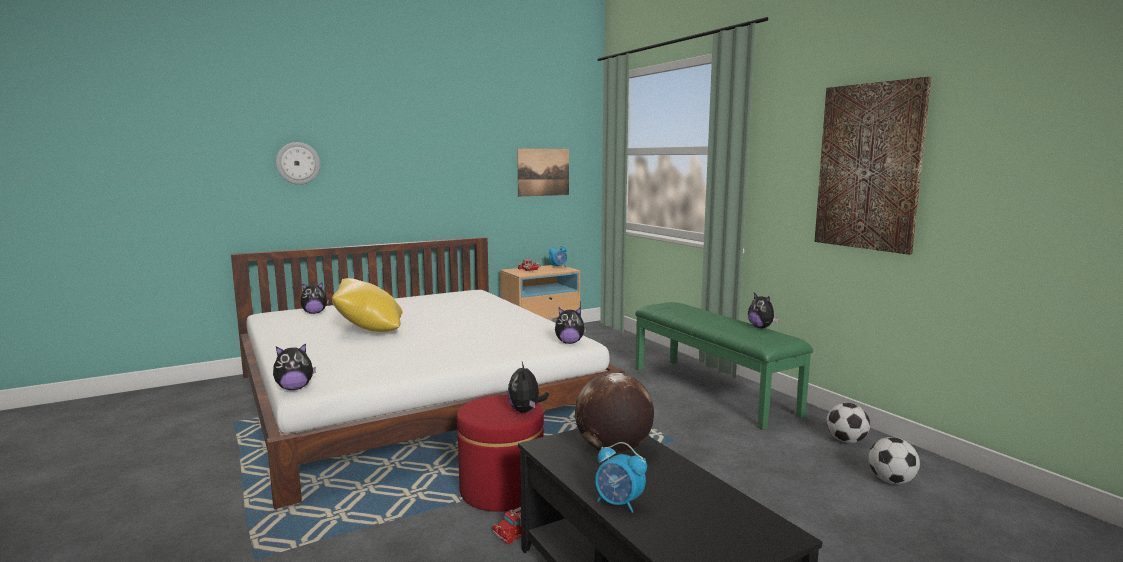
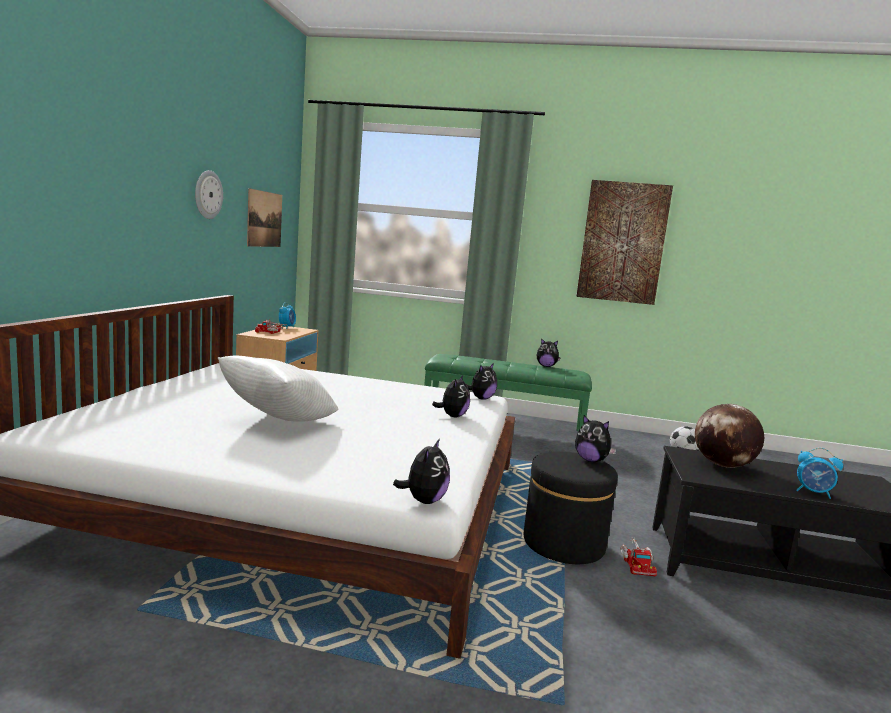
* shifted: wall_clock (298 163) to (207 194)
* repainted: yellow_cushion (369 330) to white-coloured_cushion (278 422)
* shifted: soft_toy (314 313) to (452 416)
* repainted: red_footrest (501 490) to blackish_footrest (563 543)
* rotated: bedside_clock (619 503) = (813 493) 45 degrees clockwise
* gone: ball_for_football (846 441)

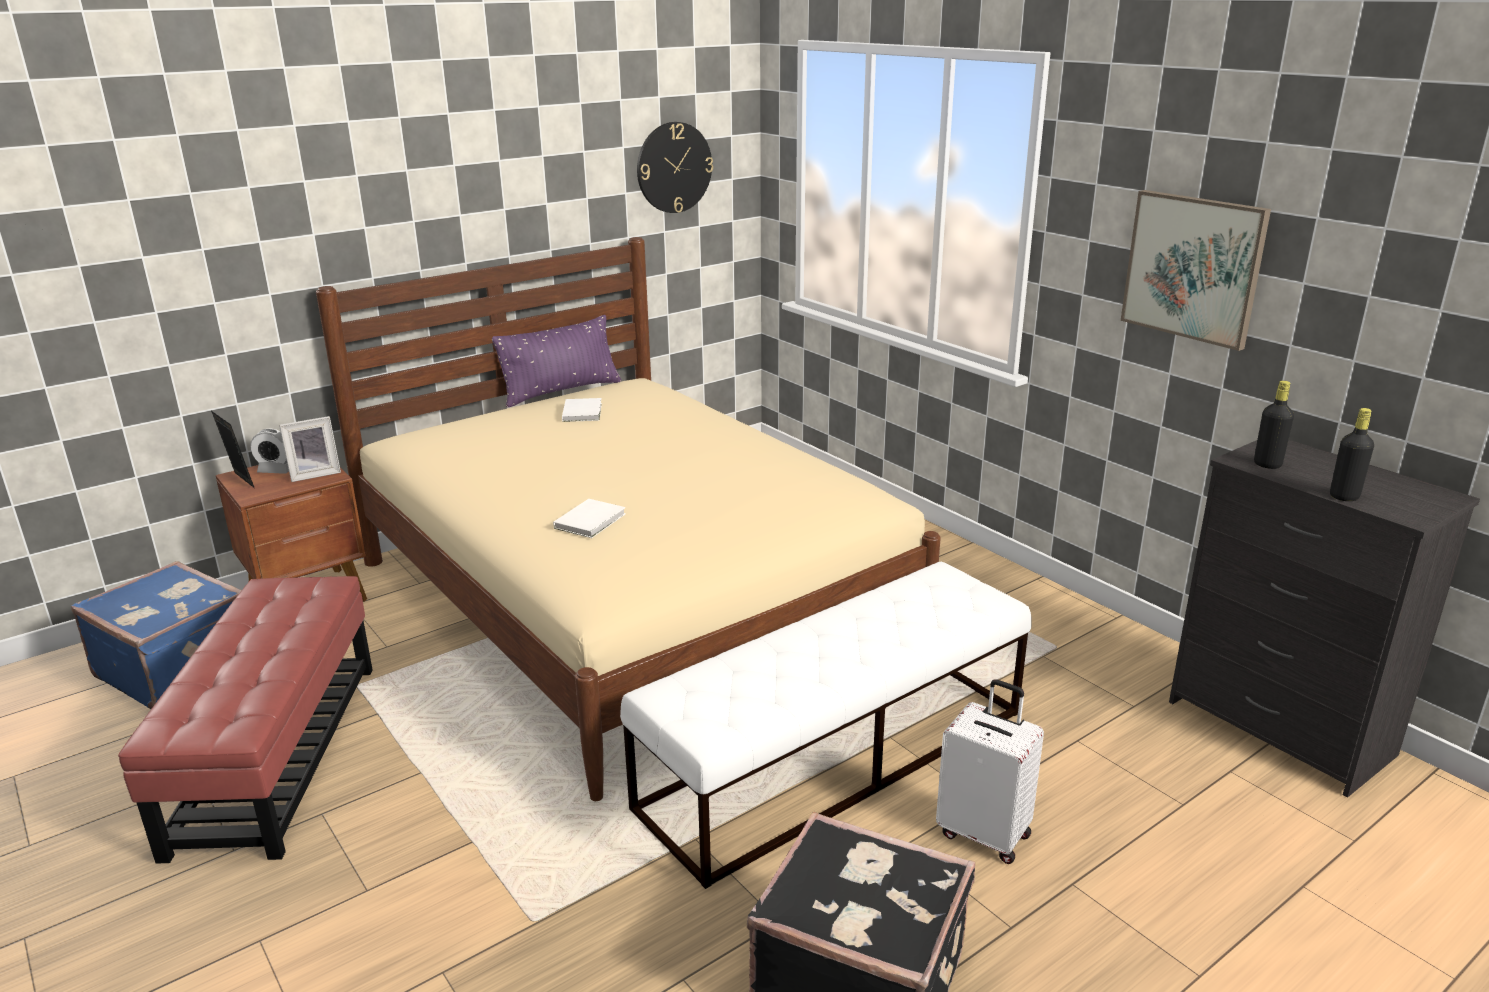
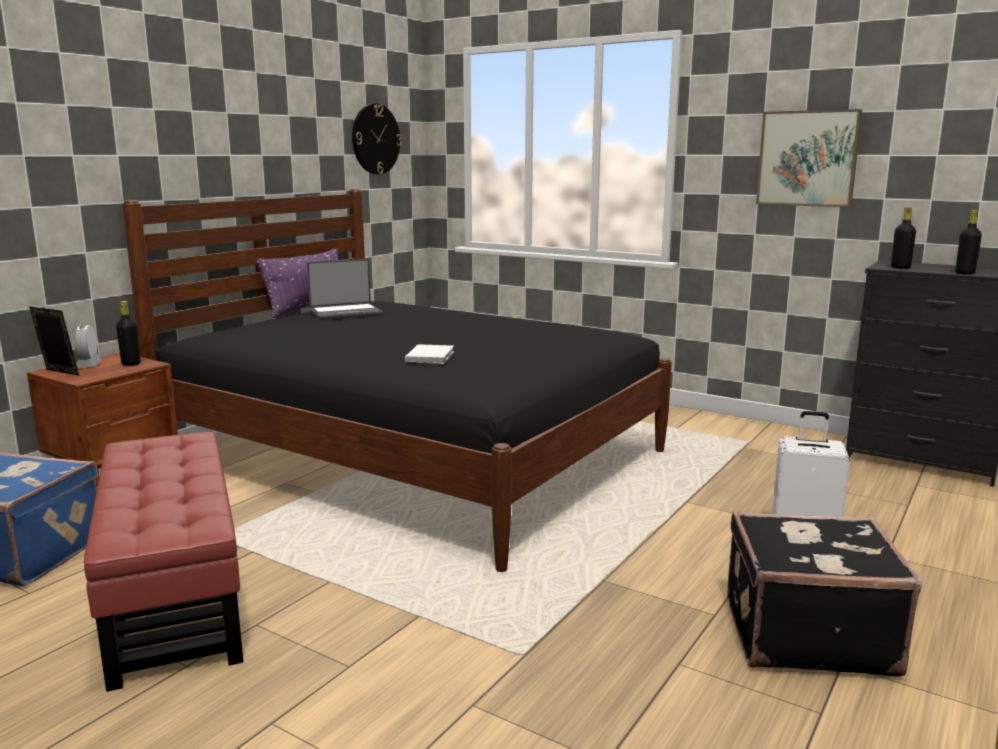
* rotated: bedside_clock (276 470) = (89 365) 90 degrees clockwise
* swapped: standing_frame (315 474) to blackish_drink_bottle (131 364)
* repainted: sand-coloured_bed (629 601) to blackish_bed (414 457)
* swapped: white-coloured_book (583 412) to laptop (345 313)
* gone: white-coloured_indoor_bench (836 758)

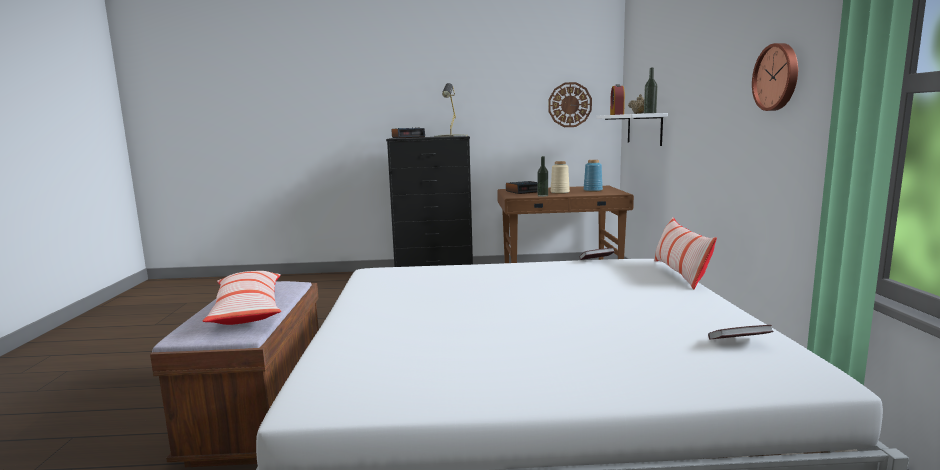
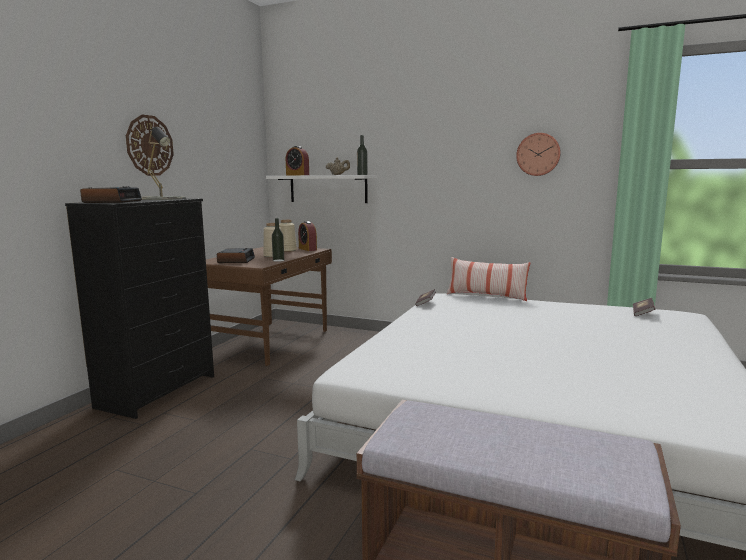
* shifted: wall_clock (569 105) to (149 145)
* repainted: blue_flower_vase (592 190) to sand-coloured_flower_vase (287 250)
* new: bedside_clock (307 249)
* gone: cushion (248 310)

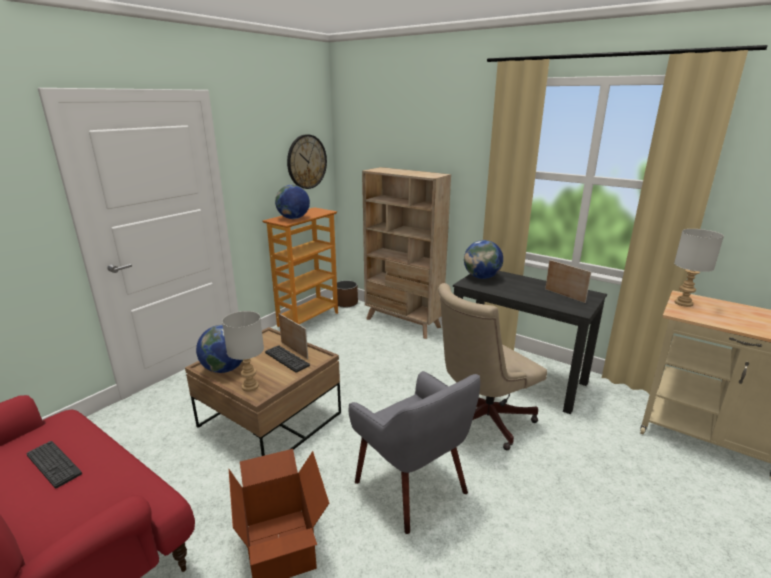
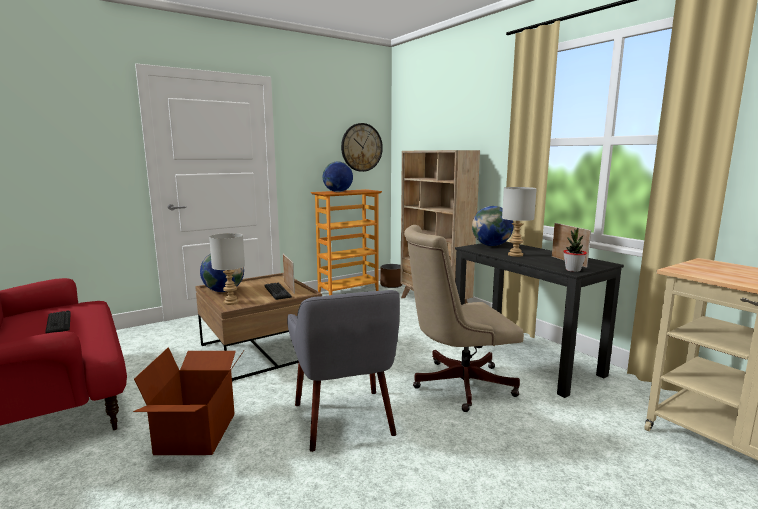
* shifted: greyish_tabletop_lamp (682 303) to (514 255)
* new: houseplant (573 270)

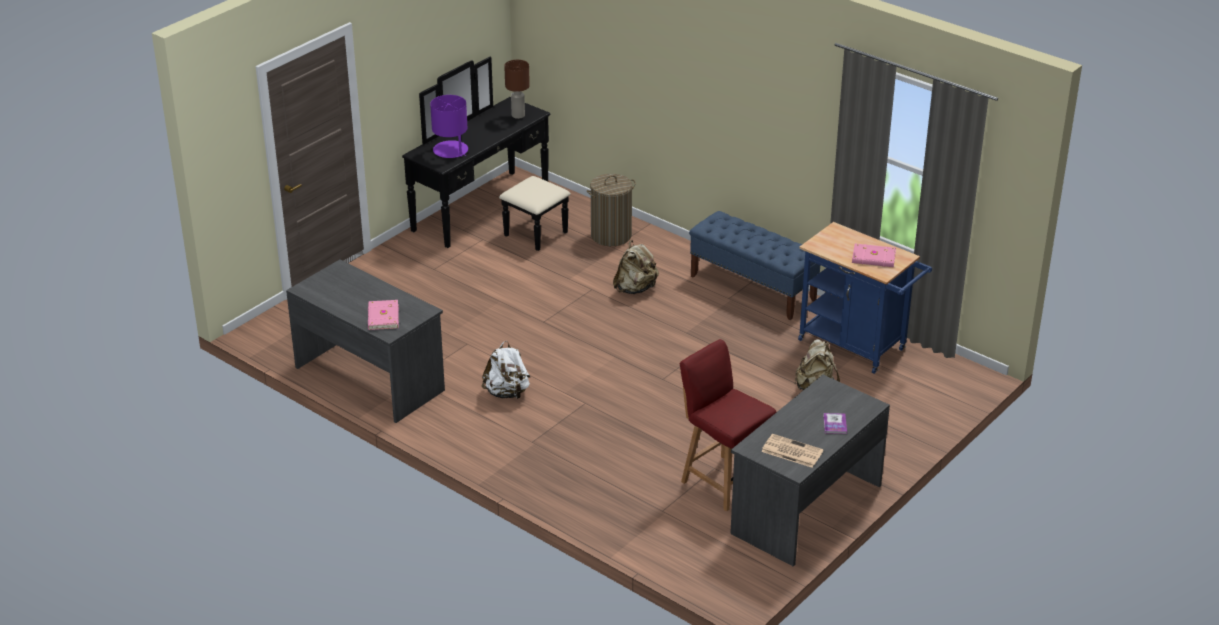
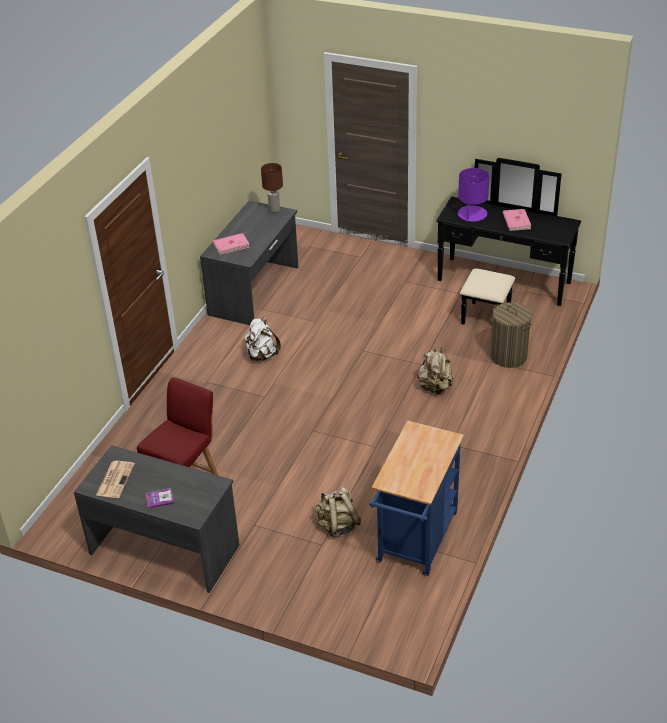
* shifted: brownish_tabletop_lamp (517 115) to (274 209)
* shifted: pinkish_book (874 258) to (516 221)
* gone: blue_indoor_bench (753 288)

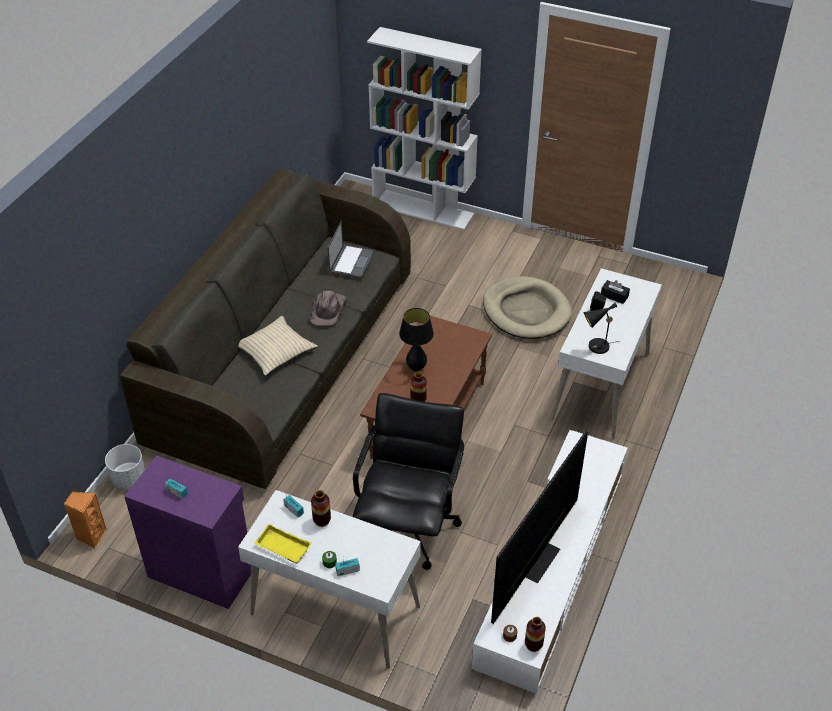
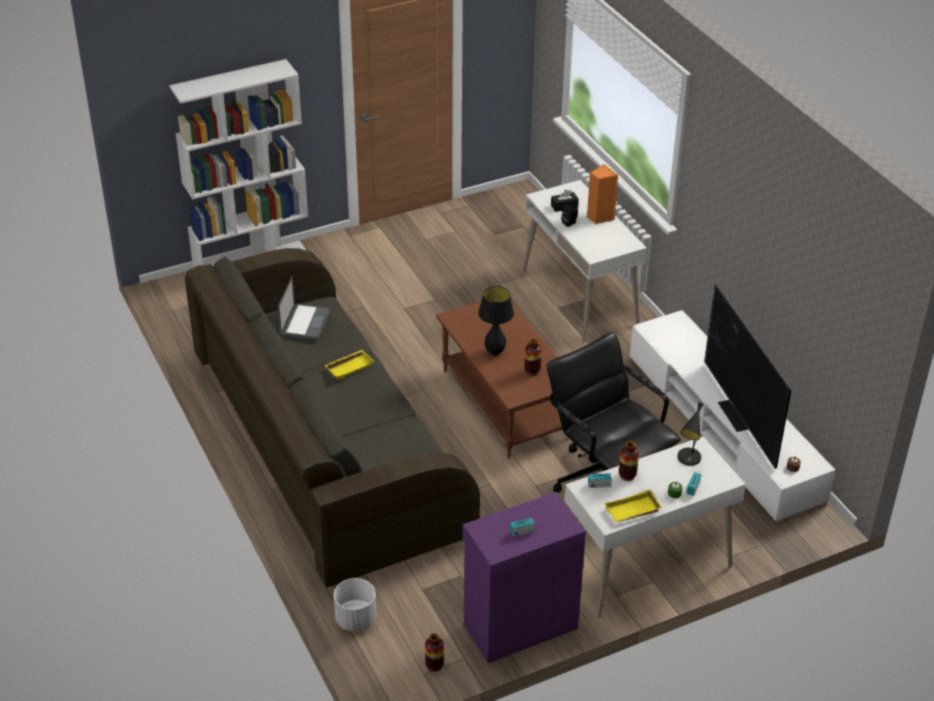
* rotated: laptop (352 261) = (305 321) 45 degrees clockwise
* swapped: brownish_hat (328 310) to yellow_tray (349 366)
* shifted: flower_vase (533 645) to (434 665)
* shifted: orangey_loudspeaker (91 536) to (599 217)
* shifted: blackish_tabletop_lamp (596 348) to (689 460)
* gone: sand-coloured_cushion (275 351)
* gone: sand-coloured_dog_bed (526 311)

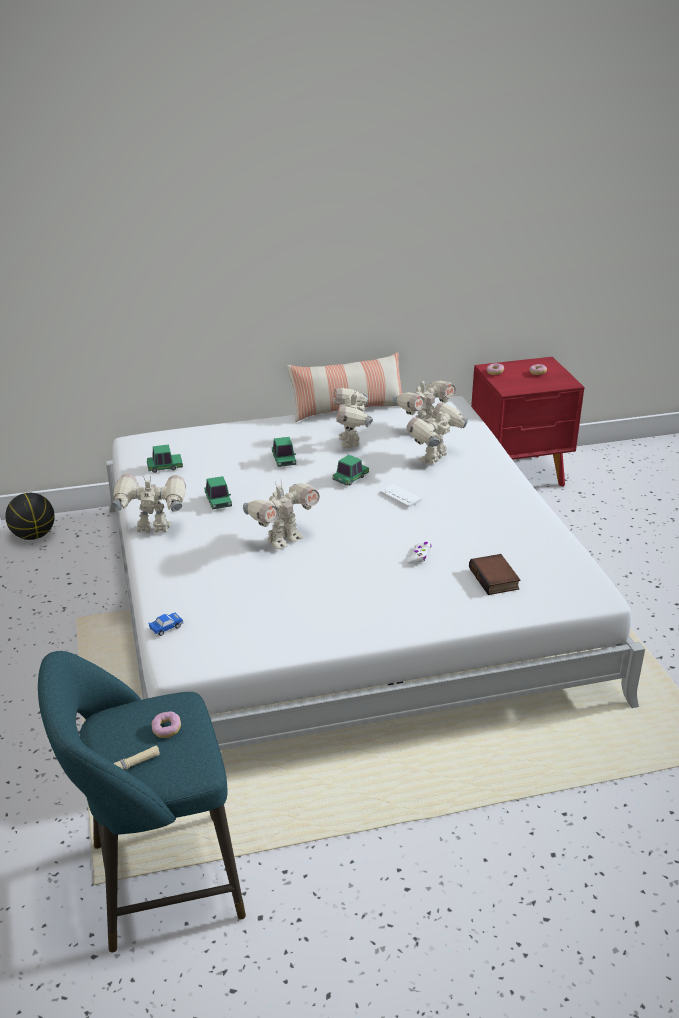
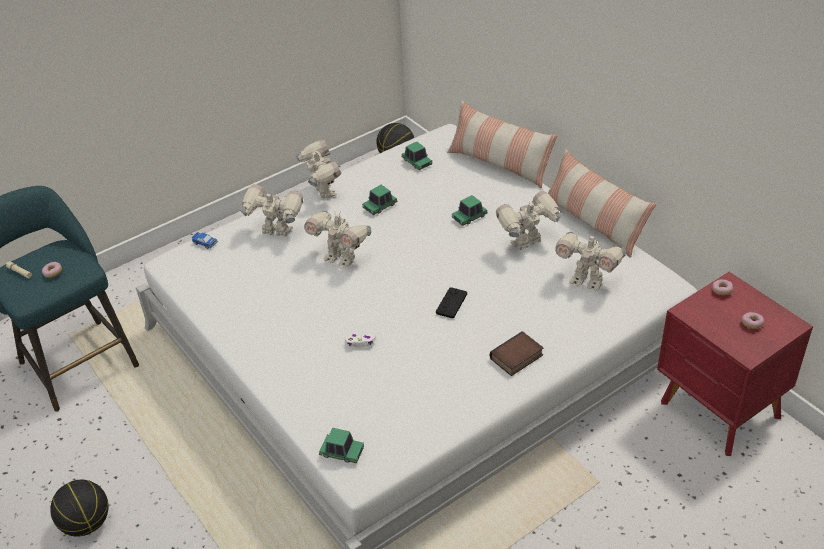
* new: ball_for_basketball (87 523)
* shifted: robot_figure (435 459) to (276 233)
* shifted: miniature_car (350 478) to (341 452)
* repainted: white-coloured_joypad (400 496) to blackish_joypad (451 303)
* new: cushion (499 164)
* shifted: book (495 579) to (517 358)

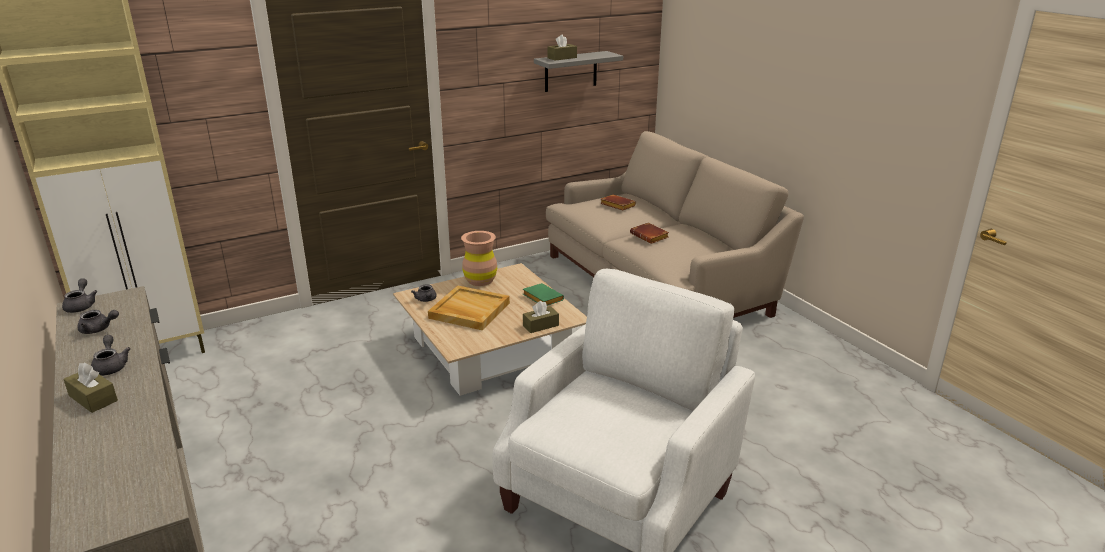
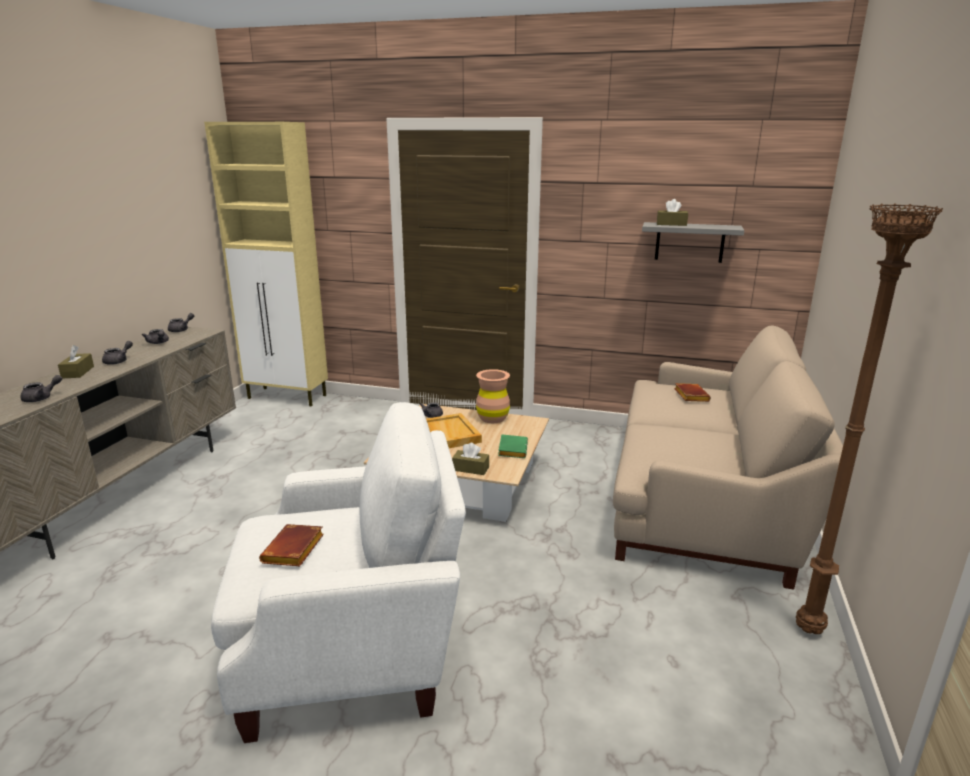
* new: greyish_teapot (41 398)
* shifted: brownish_book (650 236) to (294 551)
* new: brownish_floor_lamp (808 631)

